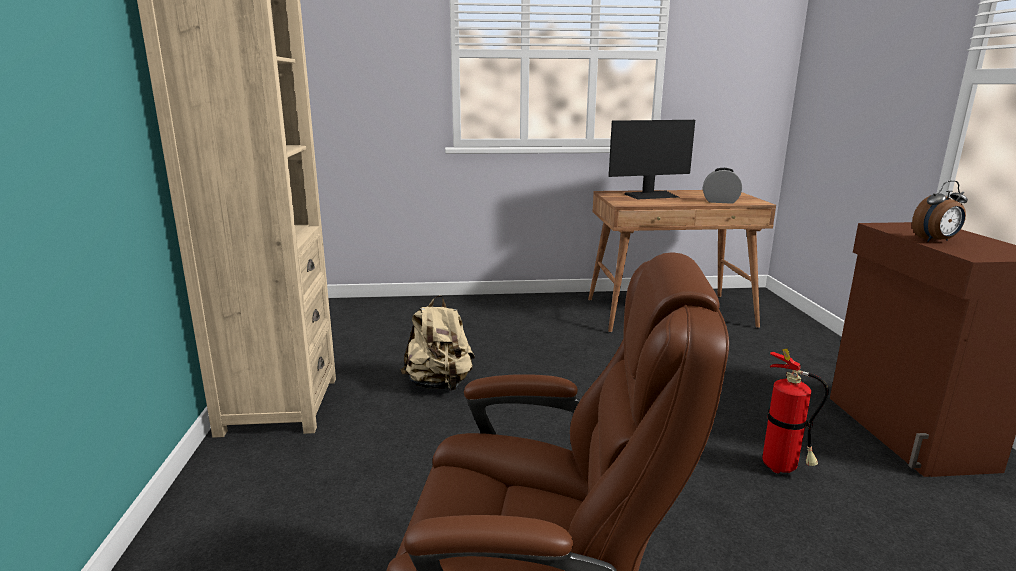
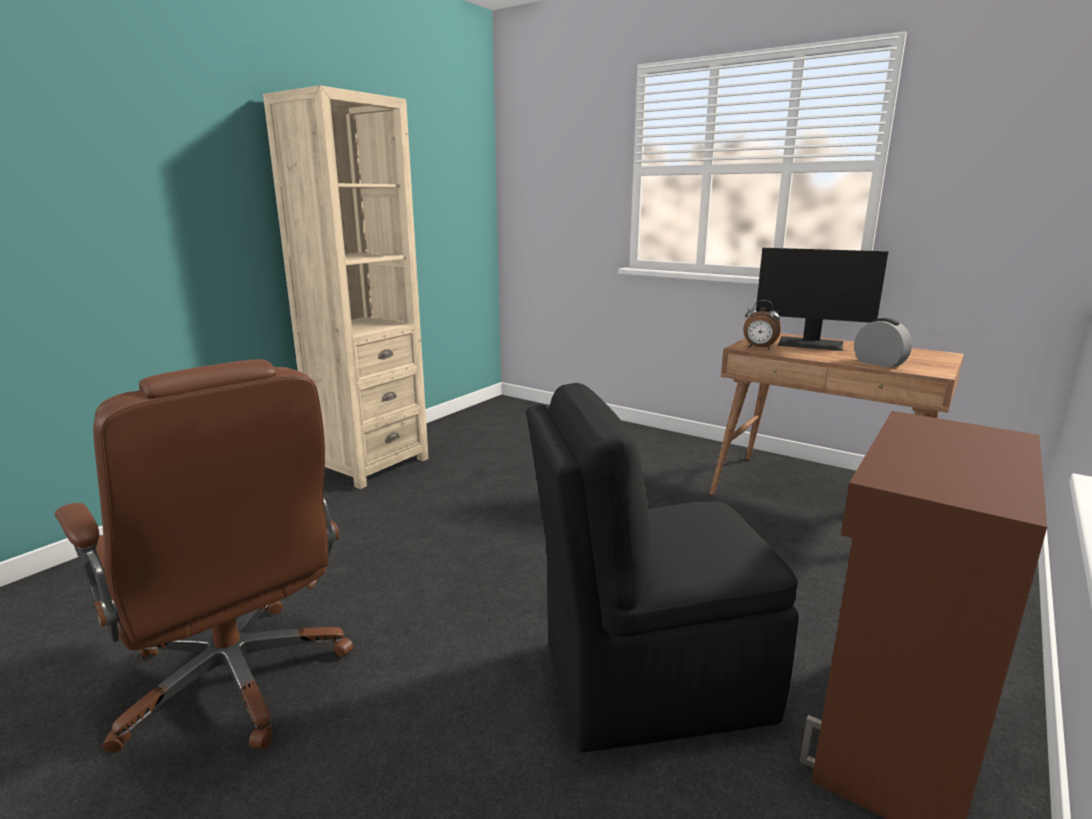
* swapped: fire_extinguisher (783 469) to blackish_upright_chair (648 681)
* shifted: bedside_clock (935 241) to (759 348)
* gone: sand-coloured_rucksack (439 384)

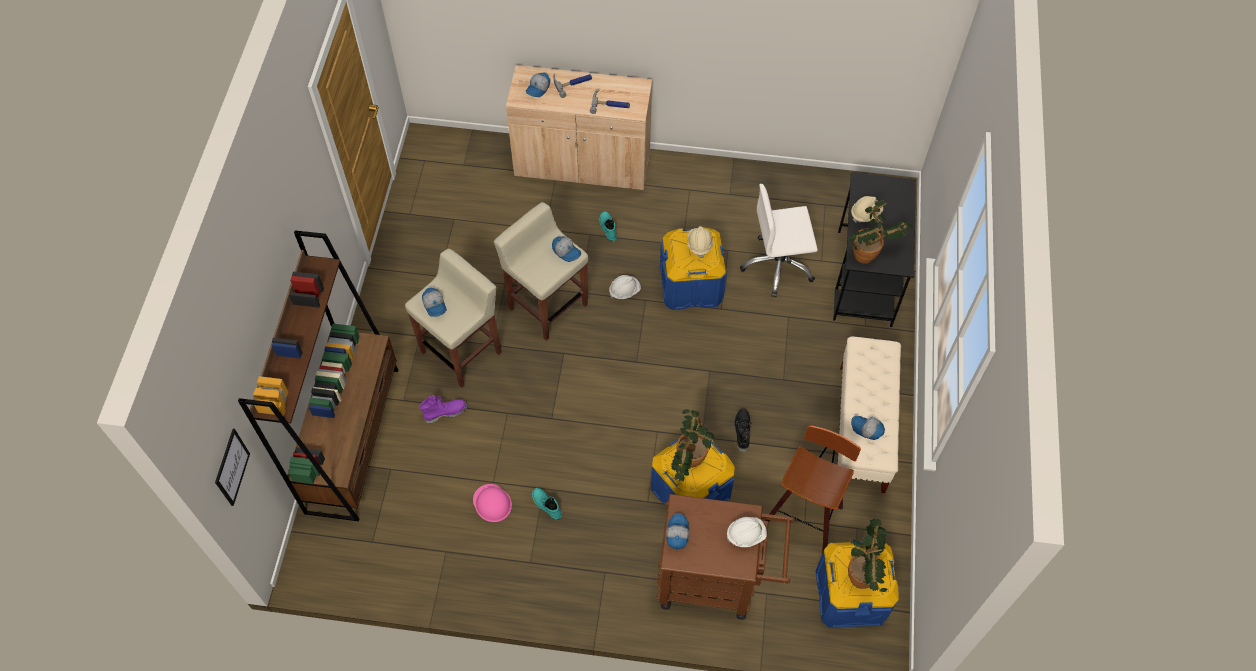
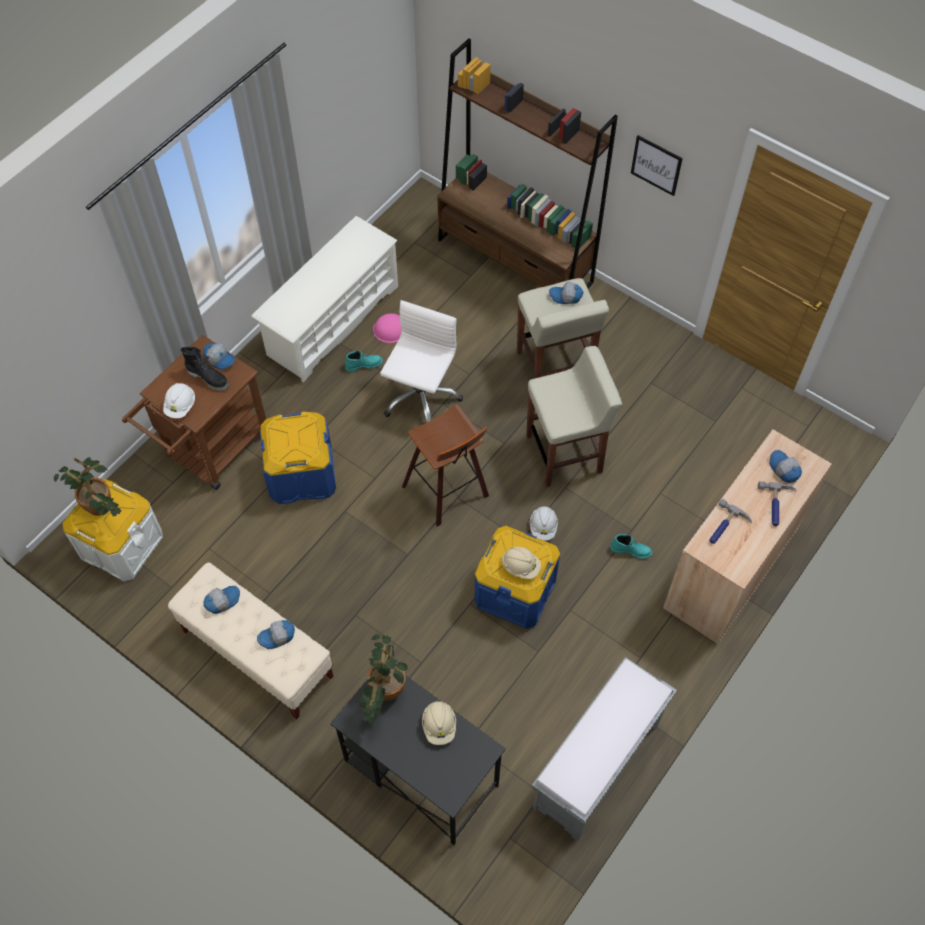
* repainted: blue_storage_box (850 595) to white-coloured_storage_box (121 545)
* shifted: blackish_high-top_boot (741 431) to (208 378)
* new: white-coloured_shoe_rack (332 321)
* shifted: peaked_cap (566 251) to (277 637)
* shifted: white-coloured_desk_chair (777 266) to (420 397)
* shifted: stool (804 515) to (449 491)
* new: greyish_indoor_bench (596 767)
* shifted: wall_art (232 467) to (656 165)
* gone: purple_high-top_boot (445 412)
* gone: houseplant (687 462)

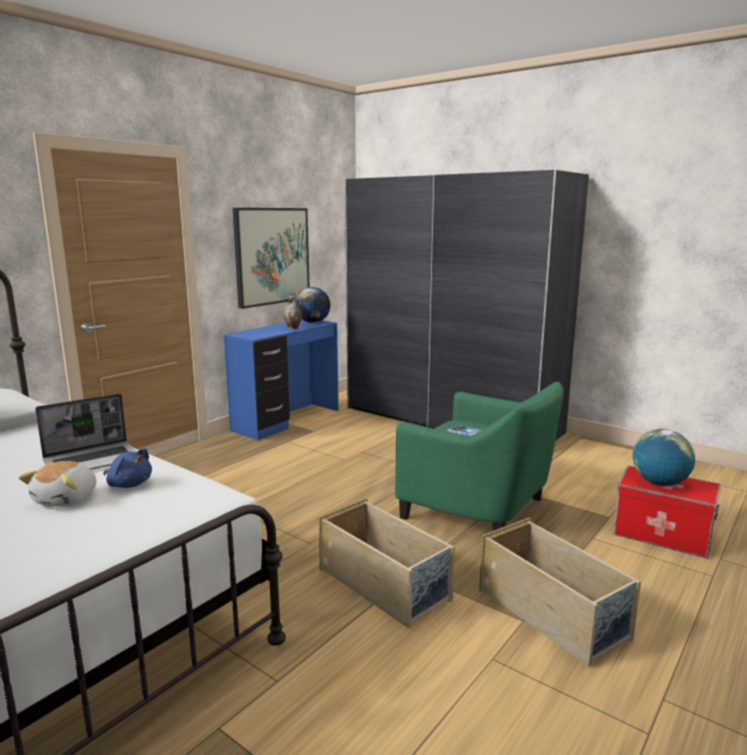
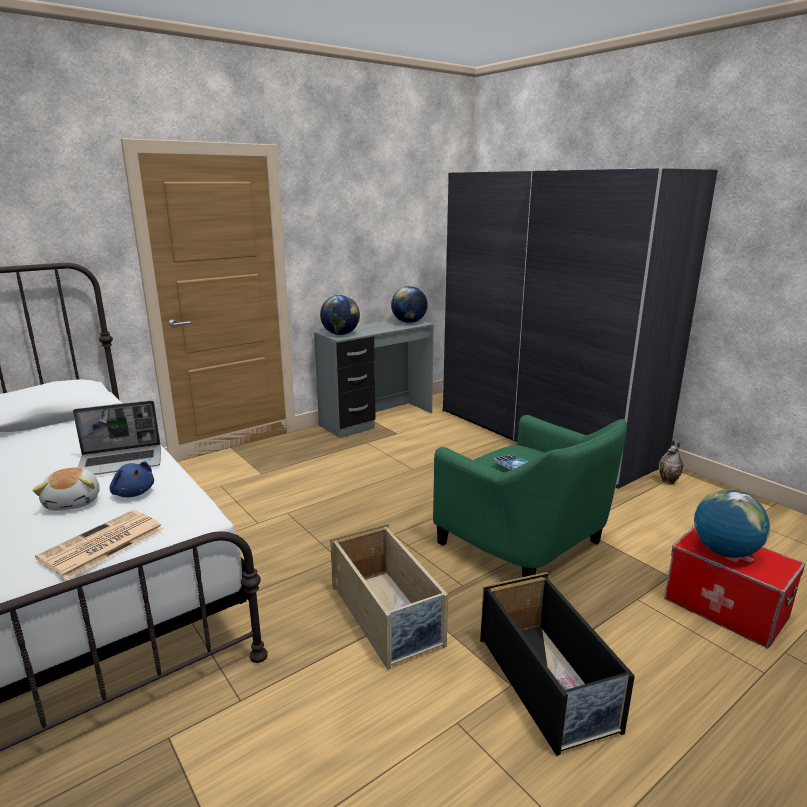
* rotated: soft_toy (67 499) = (74 502) 45 degrees counterclockwise
* new: daily_paper (101 545)
* repainted: blue_desk_unit (288 420) to greyish_desk_unit (377 419)
* new: globe (340 334)
* repainted: sand-coloured_storage_box (553 614) to blackish_storage_box (547 684)
* shifted: flower_vase (293 328) to (669 482)
* gone: wall_art (272 256)

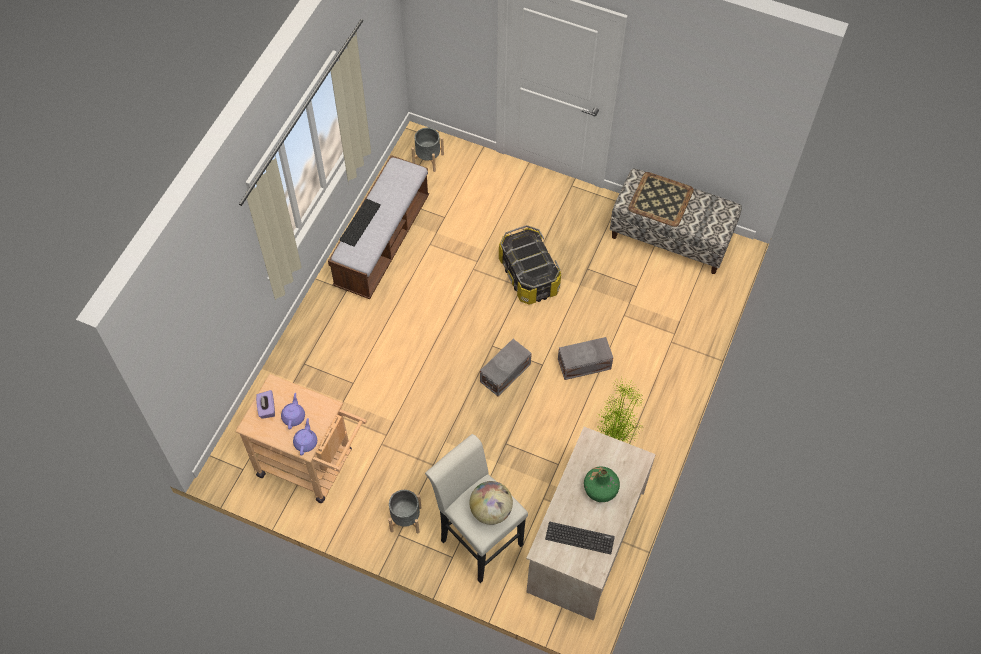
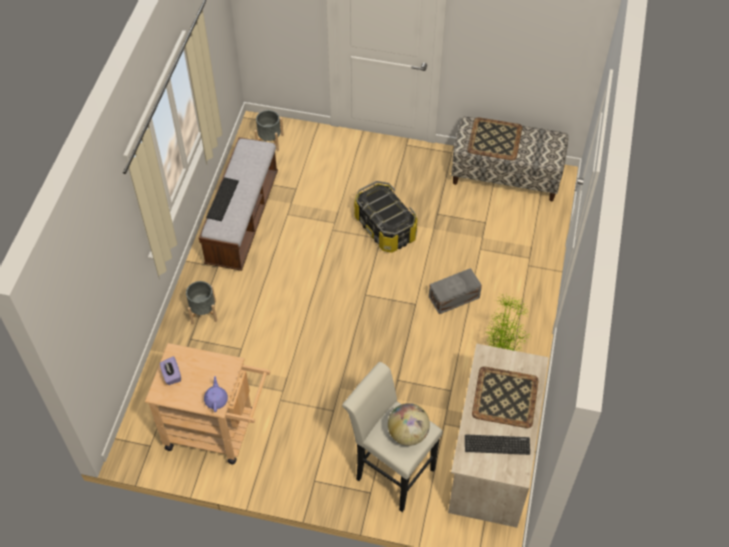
* shifted: greyish_flower_pot (406 519) to (204 312)
* swapped: green-coloured_drink_bottle (600 489) to tray (506 397)
* gone: purple_teapot (294 416)
* gone: greyish_storage_box (504 373)

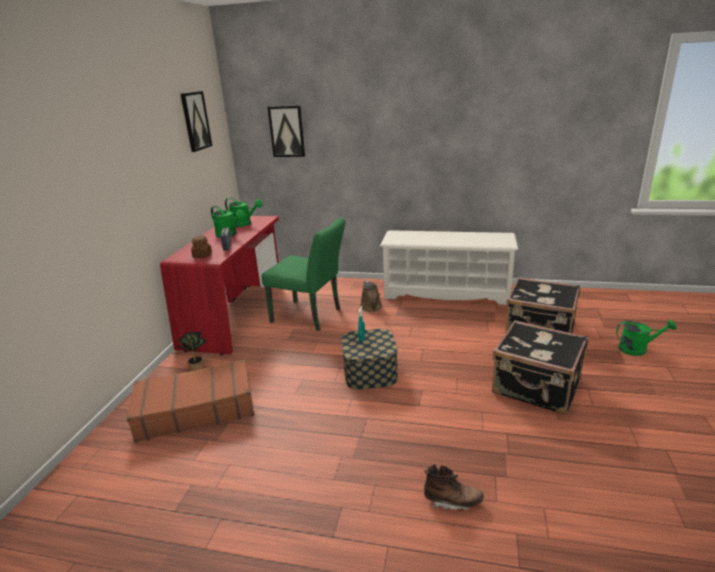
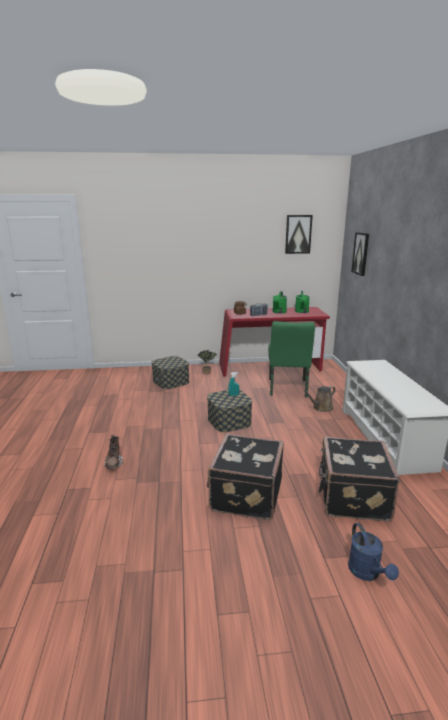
* swapped: brownish_piece_of_luggage (196 409) to storage_box (171 381)
* repainted: green-coloured_watering_pot (637 349) to blue_watering_pot (367 573)

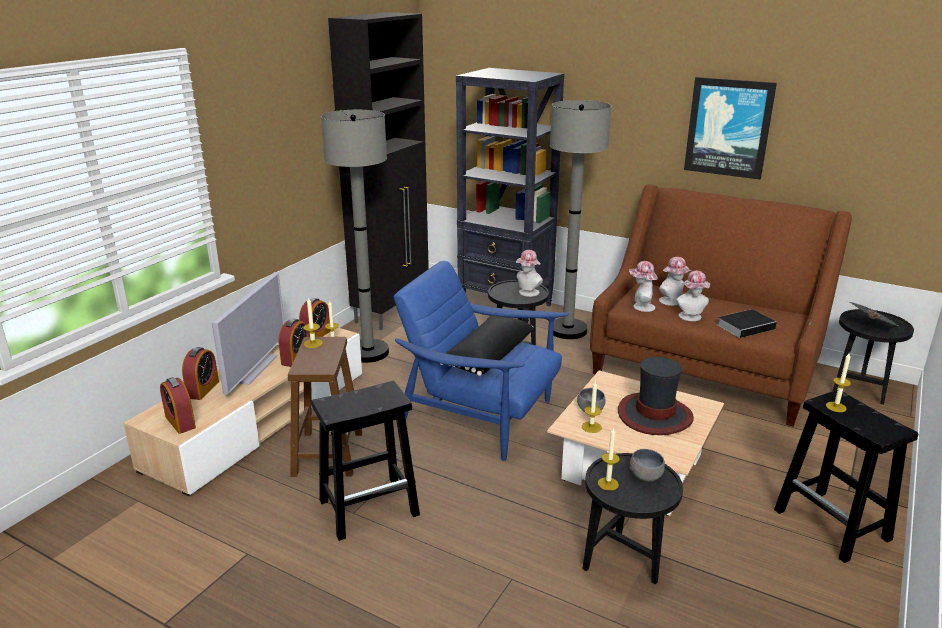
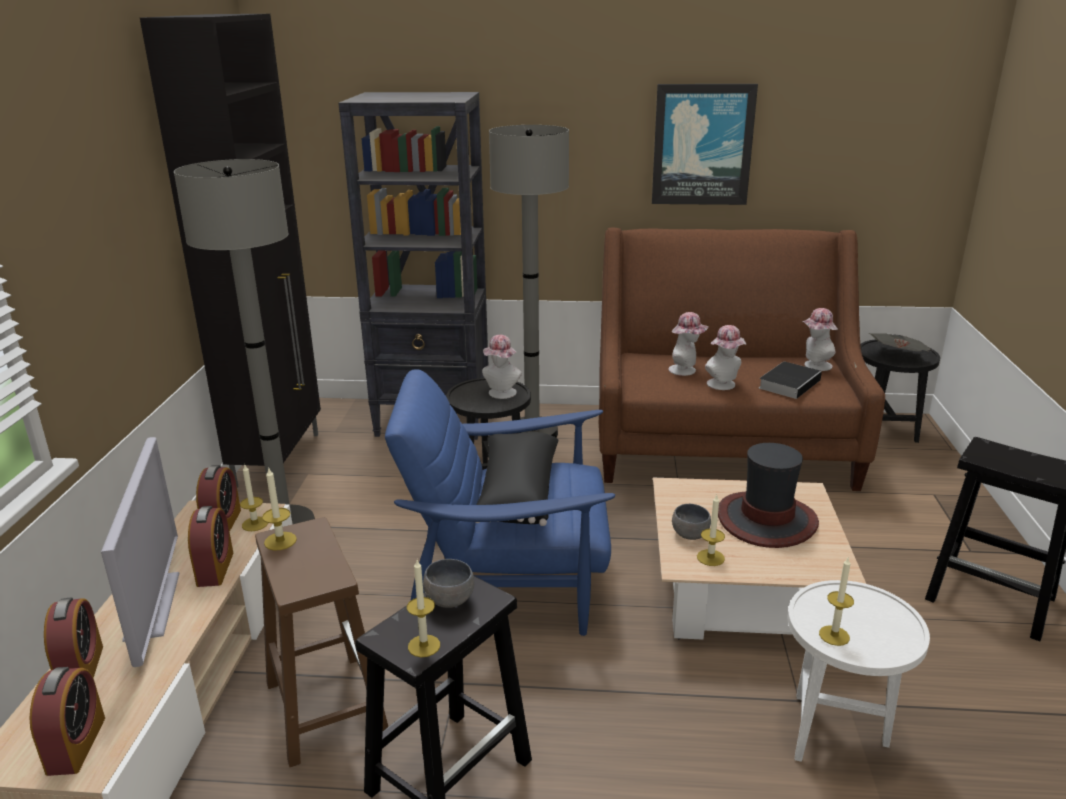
* rotated: bedside_clock (180 422) = (76 745) 120 degrees counterclockwise
* shifted: candle (836 407) to (424 646)
* shifted: greyish_serving_bowl (647 477) to (451 600)
* repainted: blackish_accent_table (624 565) to white-coloured_accent_table (836 734)
* shifted: hat (641 307) to (814 366)

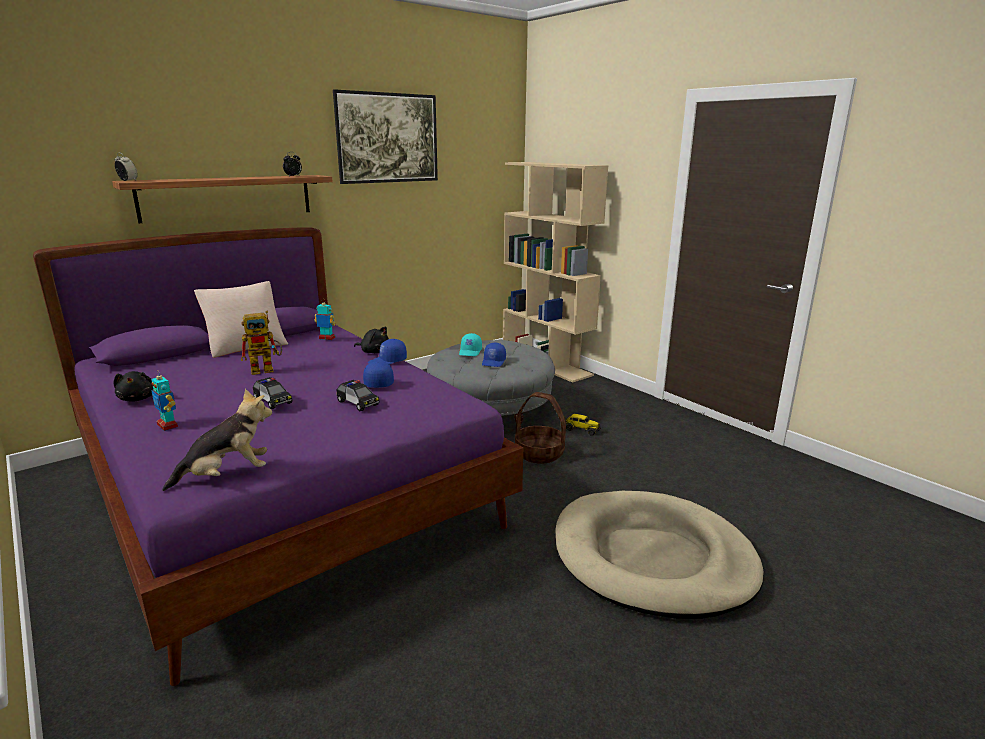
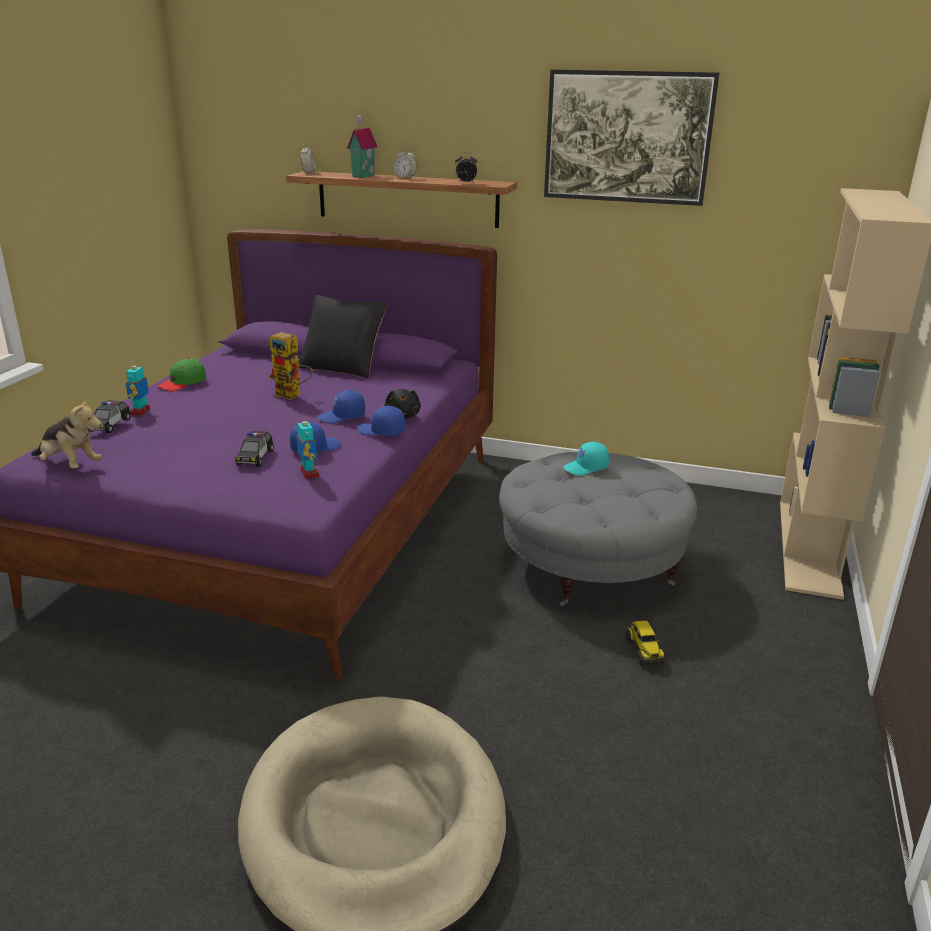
* shifted: miniature_car (272 401) to (110 425)
* swapped: blackish_soft_toy (138 398) to green-coloured_peaked_cap (183 383)
* shifted: robot_figure (327 338) to (309 473)
* repainted: sand-coloured_cushion (246 345) to blackish_cushion (343 366)
* shifted: blue_peaked_cap (494 362) to (342 417)
* new: toy_house (362 176)
* new: bedside_clock (405 178)
* gone: household_basket (539 453)

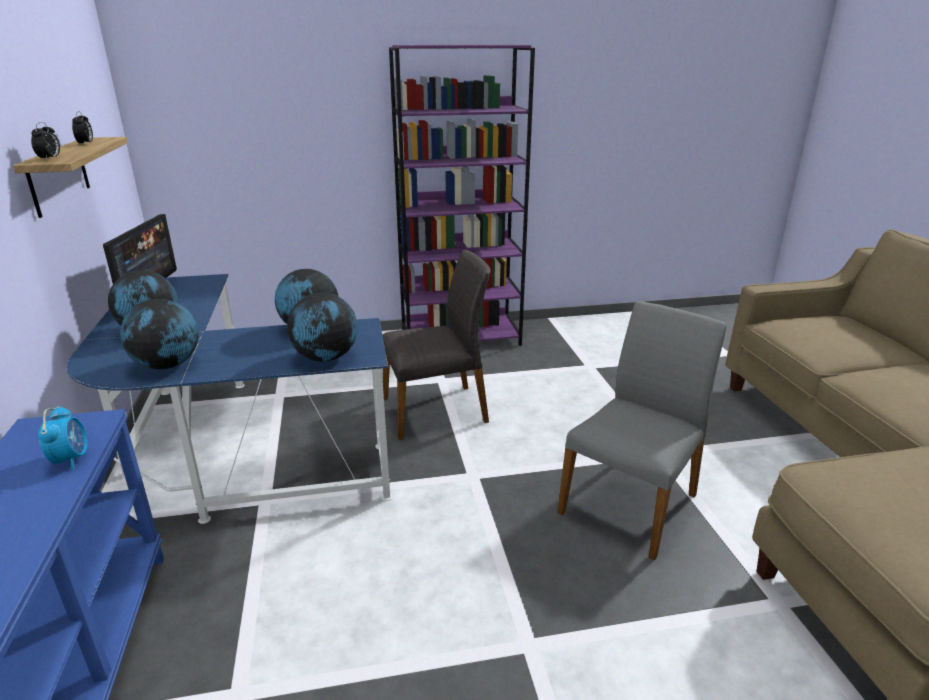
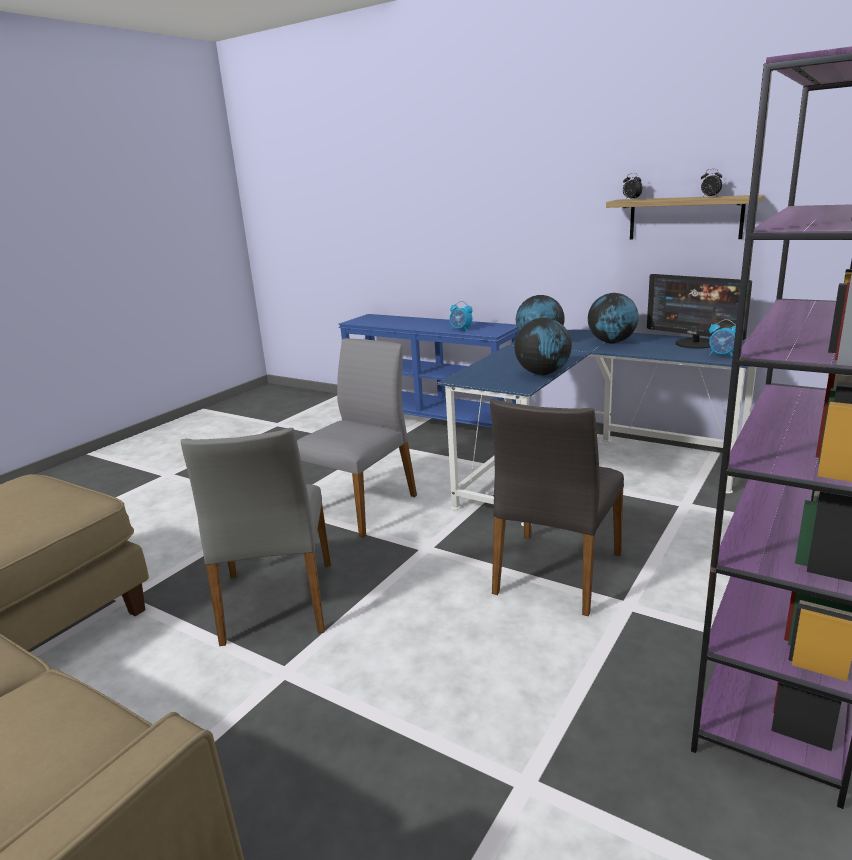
* new: greyish_upright_chair (360 505)
* new: bedside_clock (722 355)
* gone: globe (326 358)

